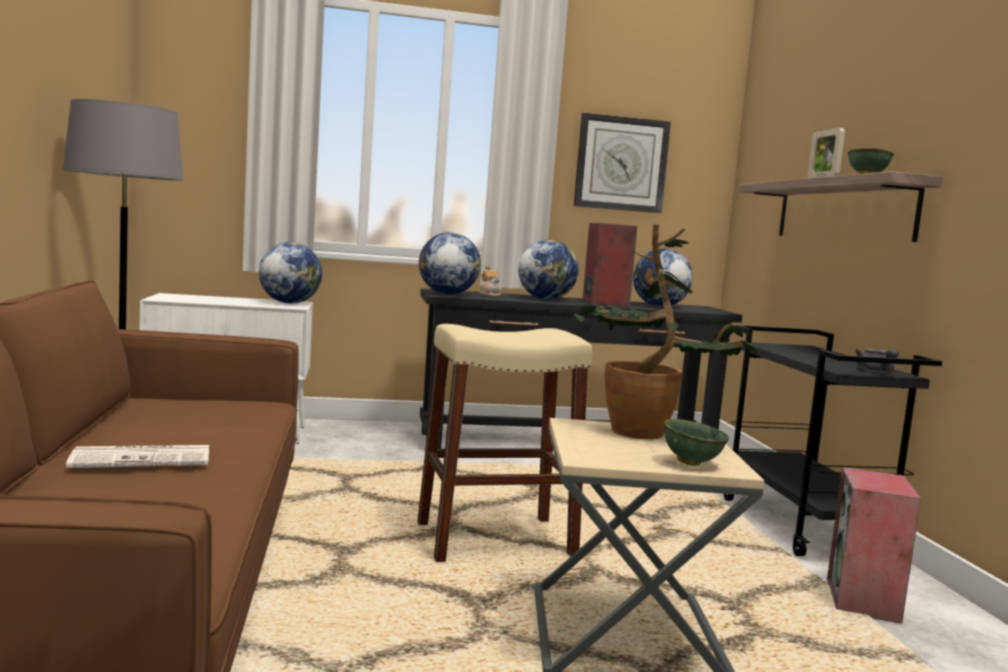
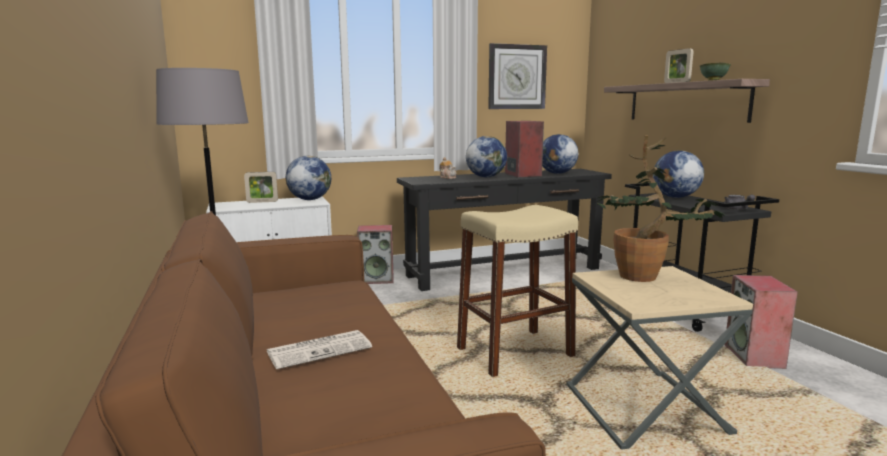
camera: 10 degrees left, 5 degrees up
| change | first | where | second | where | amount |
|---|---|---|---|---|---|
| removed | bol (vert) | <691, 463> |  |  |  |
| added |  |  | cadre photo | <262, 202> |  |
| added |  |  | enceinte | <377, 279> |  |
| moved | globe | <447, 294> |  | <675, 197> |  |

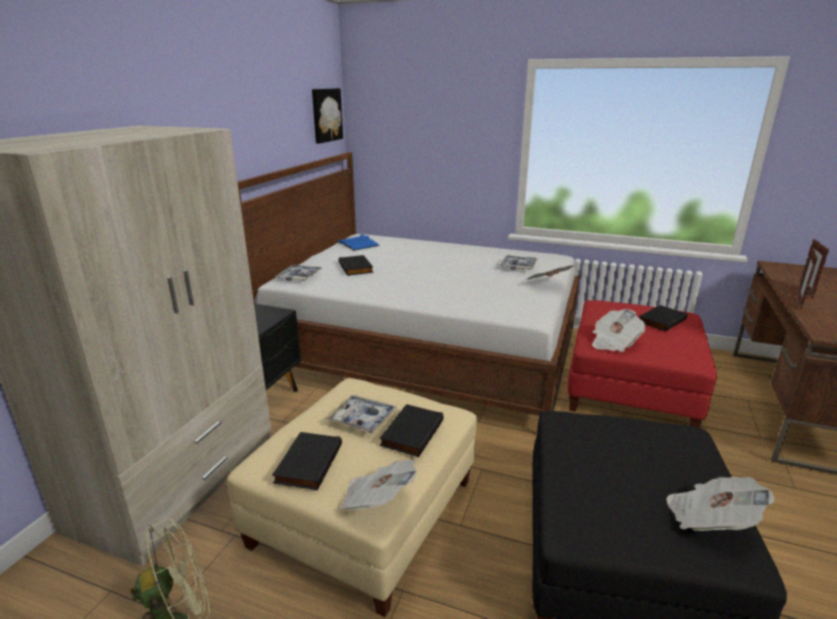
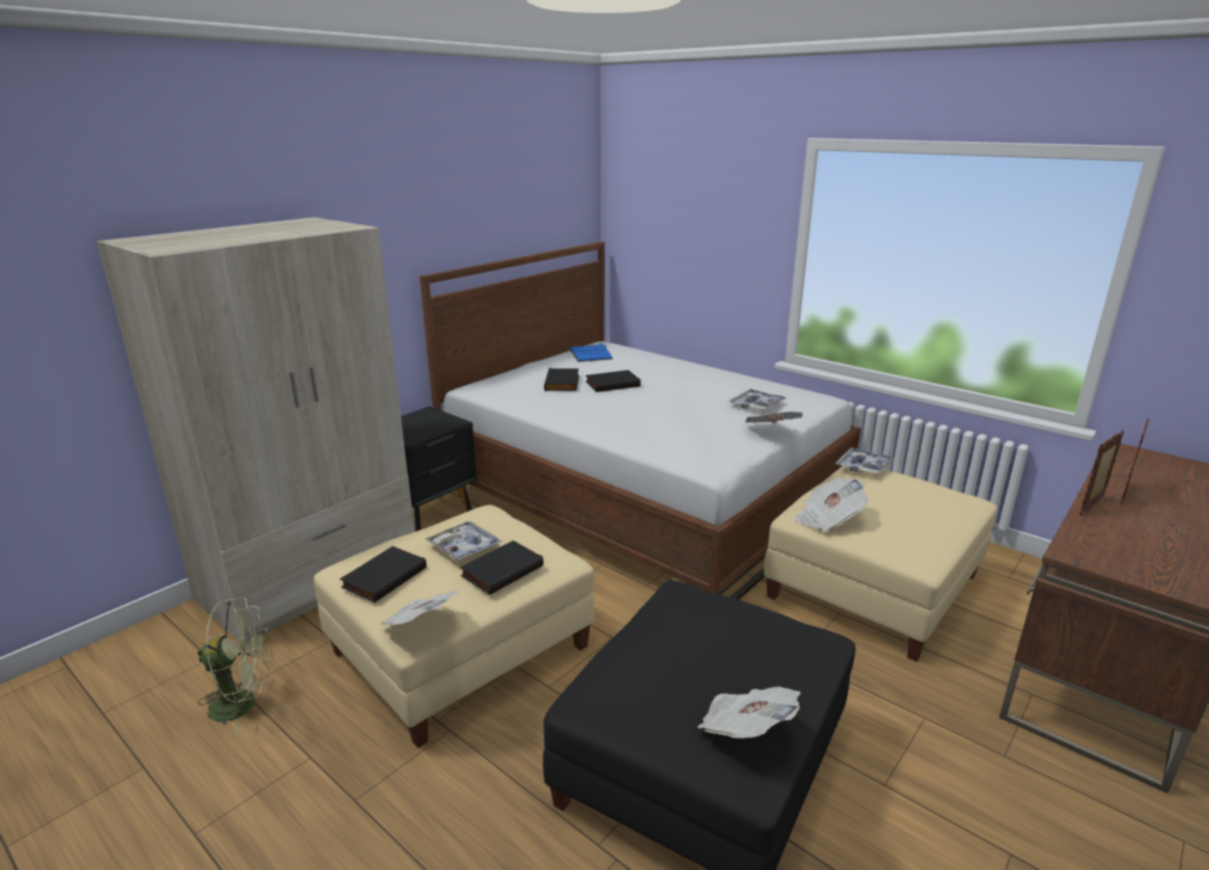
camera: 20 degrees right, 0 degrees up
| change | first | where | second | where | amount |
|---|---|---|---|---|---|
| removed | tableau | <325, 115> |  |  |  |
| moved | plateau | <299, 277> |  | <863, 467> |  |
| moved | livre (noir) | <661, 320> |  | <612, 383> |  |
| recoloured | pouf (rouge) | <630, 387> | pouf (beige) | <872, 585> |  |

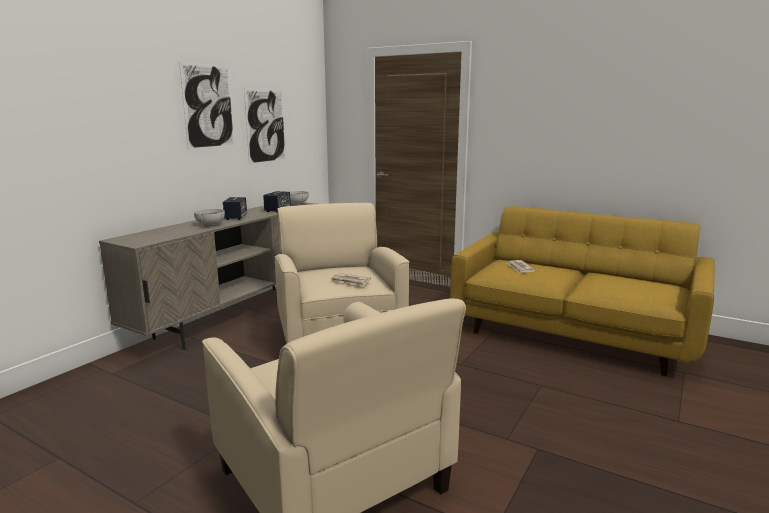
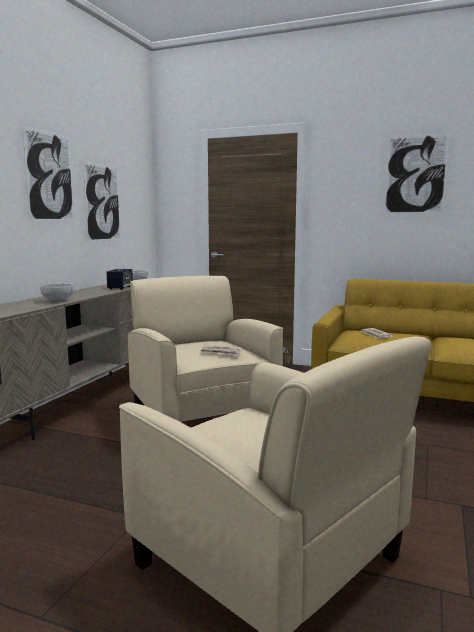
camera: 10 degrees left, 5 degrees down
| change | first | where | second | where | amount |
|---|---|---|---|---|---|
| removed | enceinte | <236, 217> |  |  |  |
| added |  |  | tableau | <415, 174> |  |

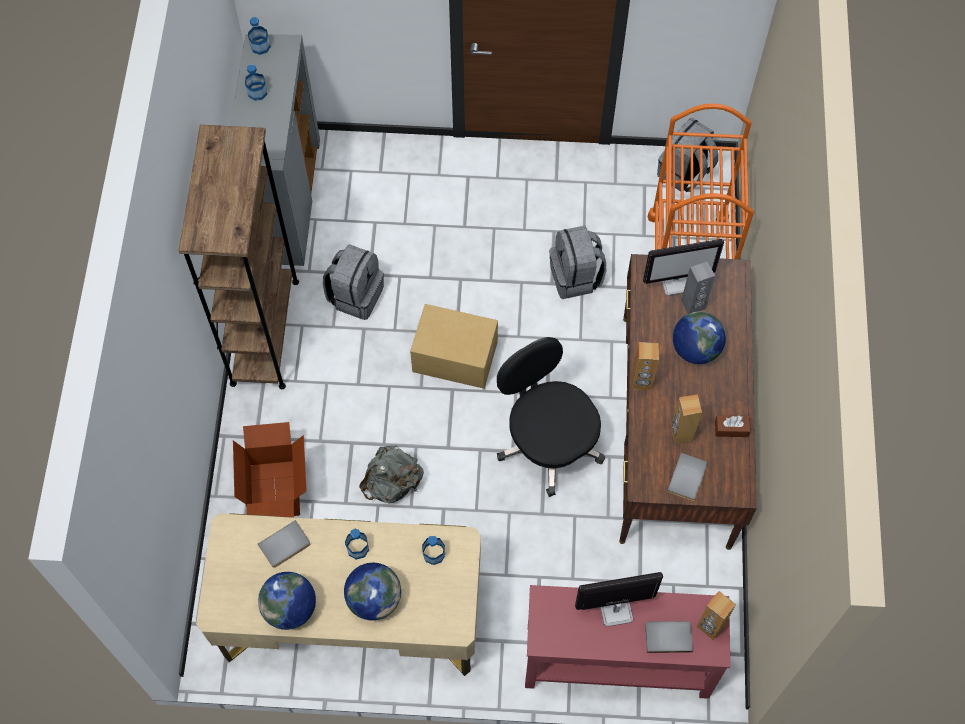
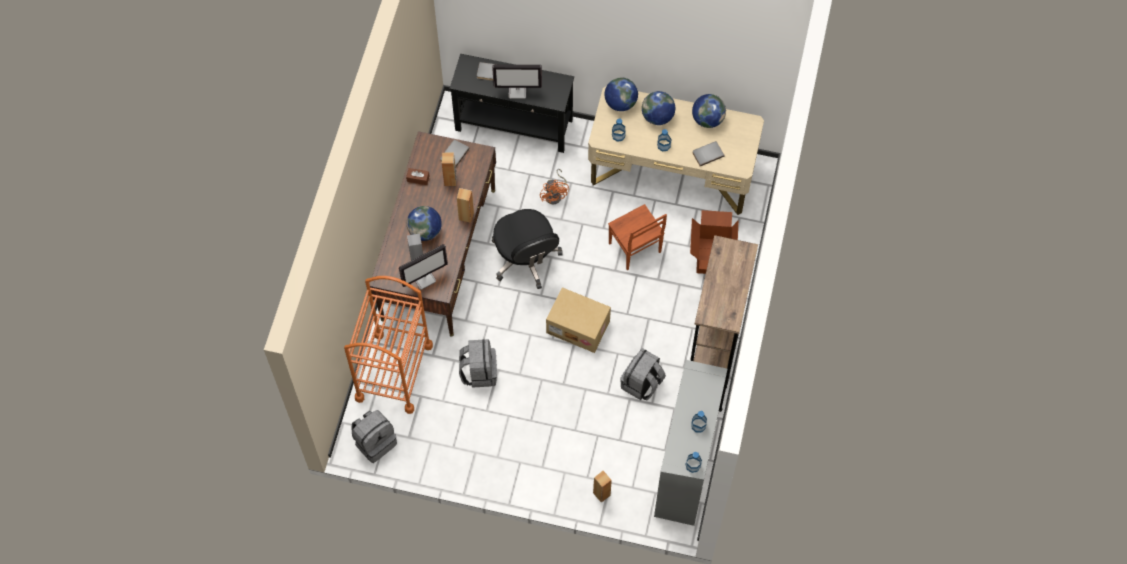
camera: 170 degrees left, 0 degrees up
| change | first | where | second | where | amount |
|---|---|---|---|---|---|
| added |  |  | ventilateur (orange) | <555, 194> |  |
| added |  |  | globe | <620, 103> |  |
| moved | enceinte (marron) | <710, 626> |  | <602, 494> |  |
| replaced | sac à dos (gris) | <392, 483> | chaise (marron) | <634, 248> |  |
| recoloured | table console (rouge) | <616, 660> | table console (noir) | <514, 125> |  |
| turned | écran d'ordinateur | <676, 282> |  | <424, 278> | 150 degrees clockwise |

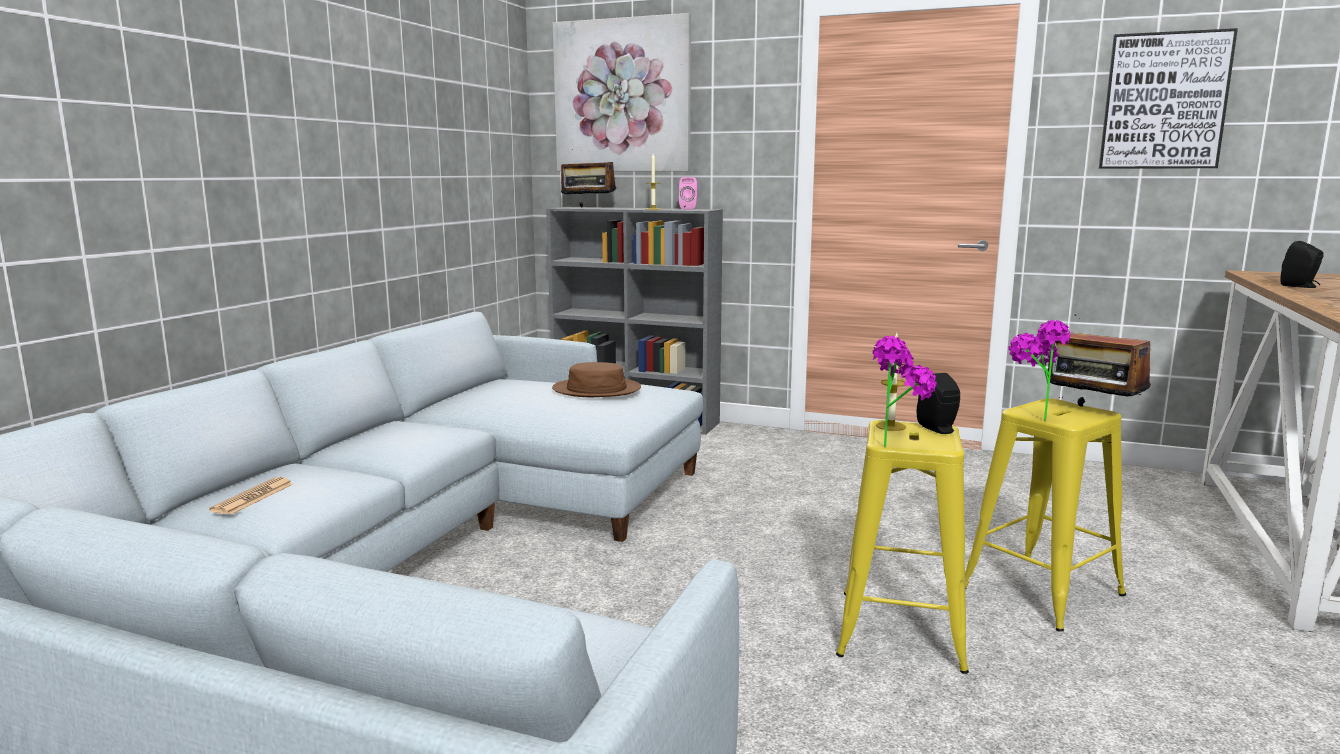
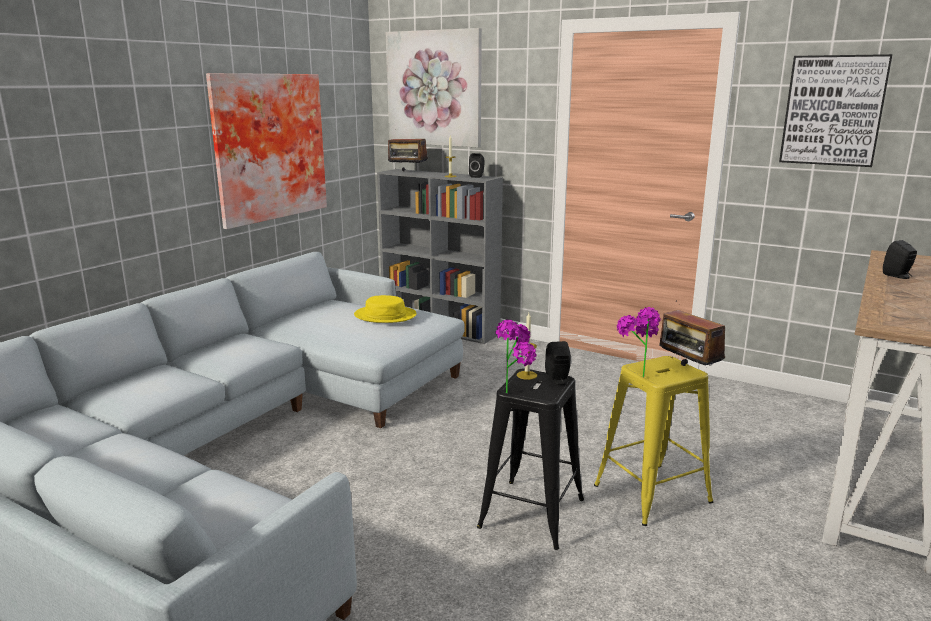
camera: 10 degrees right, 5 degrees up
| change | first | where | second | where | amount |
|---|---|---|---|---|---|
| removed | journal | <253, 497> |  |  |  |
| added |  |  | tableau | <267, 147> |  |
| recoloured | chapeau (marron) | <596, 389> | chapeau (jaune) | <385, 315> |  |
| recoloured | enceinte (rose) | <689, 209> | enceinte (noir) | <477, 176> |  |
| recoloured | tabouret (jaune) | <901, 630> | tabouret (noir) | <532, 513> |  |

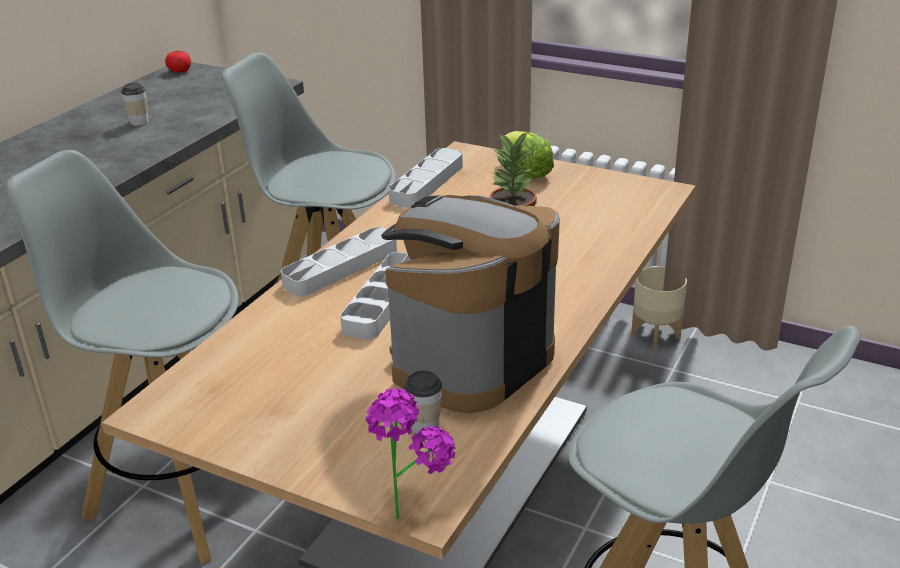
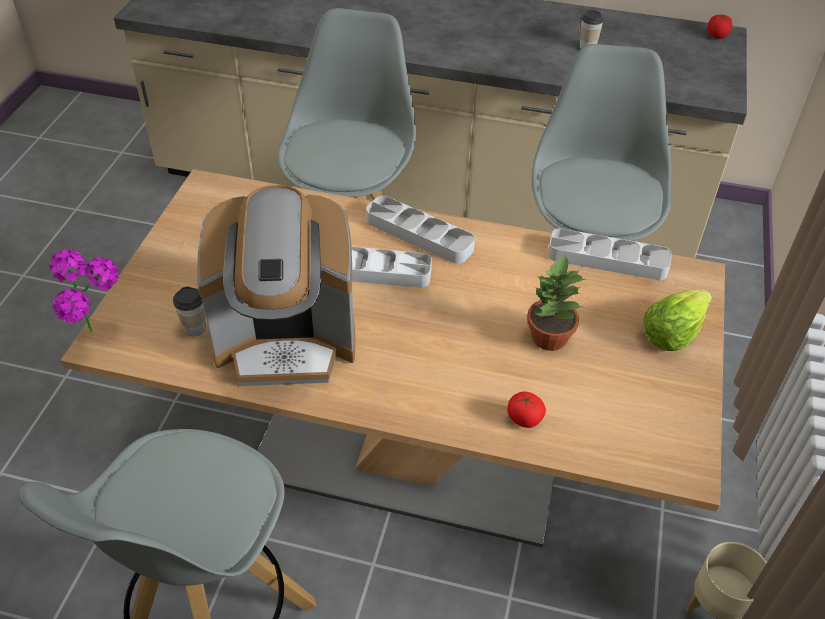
camera: 75 degrees right, 15 degrees up
| change | first | where | second | where | amount |
|---|---|---|---|---|---|
| added |  |  | tomate | <524, 419> |  |
| turned | machine à café | <470, 361> |  | <287, 341> | 150 degrees clockwise |

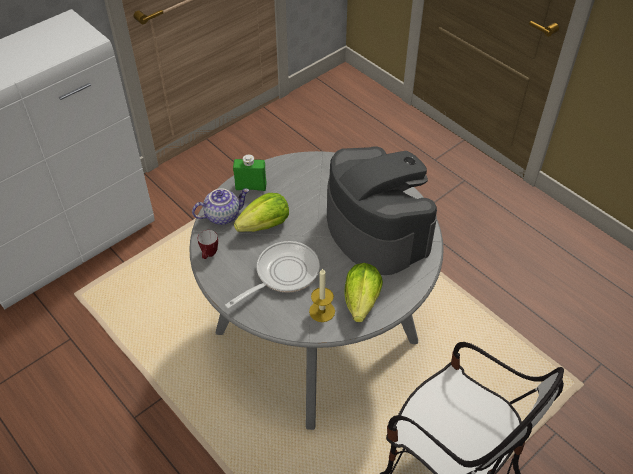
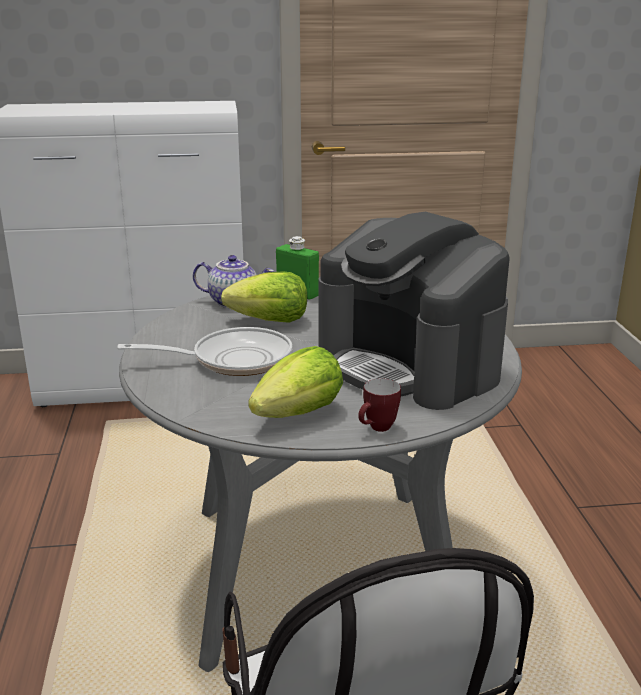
camera: 35 degrees right, 25 degrees down
| change | first | where | second | where | amount |
|---|---|---|---|---|---|
| removed | bougie | <322, 311> |  |  |  |
| moved | mug | <209, 255> |  | <377, 429> |  |
| turned | machine à café | <376, 230> |  | <409, 365> | 135 degrees clockwise |

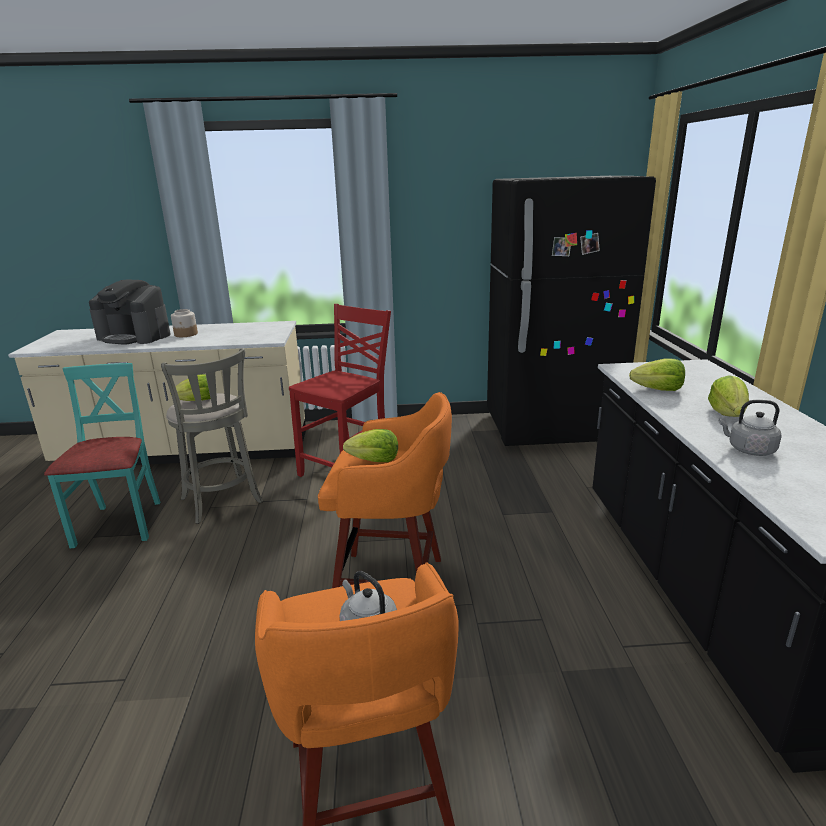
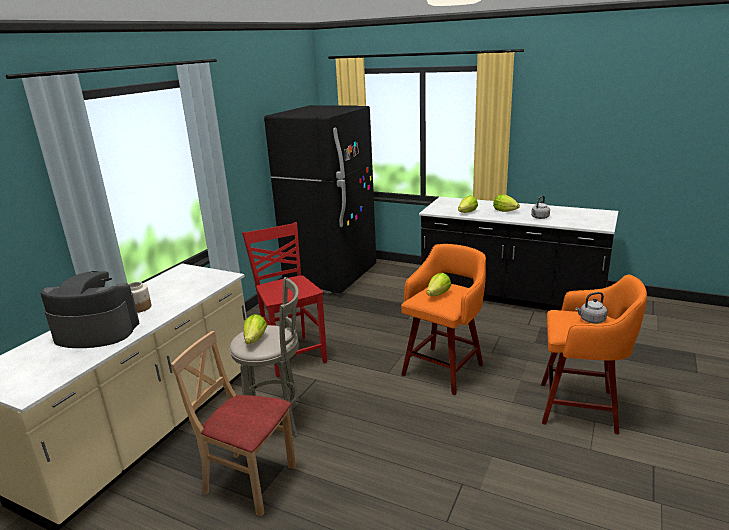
camera: 60 degrees left, 0 degrees up
| change | first | where | second | where | amount |
|---|---|---|---|---|---|
| recoloured | chaise (turquoise) | <120, 523> | chaise (beige) | <249, 481> |  |
| turned | machine à café | <135, 336> |  | <96, 332> | 135 degrees counterclockwise |

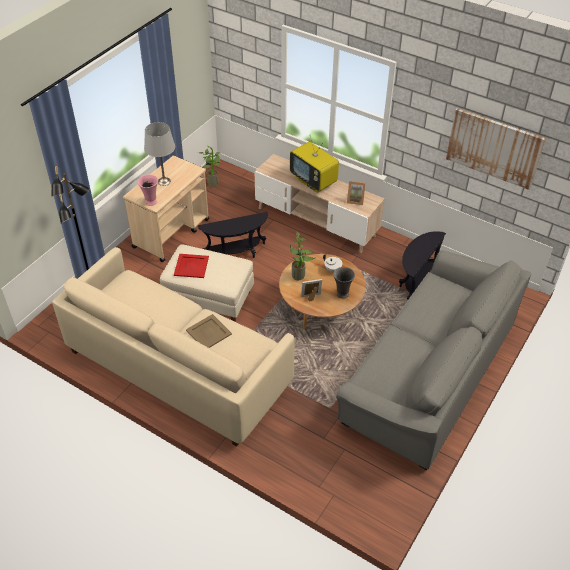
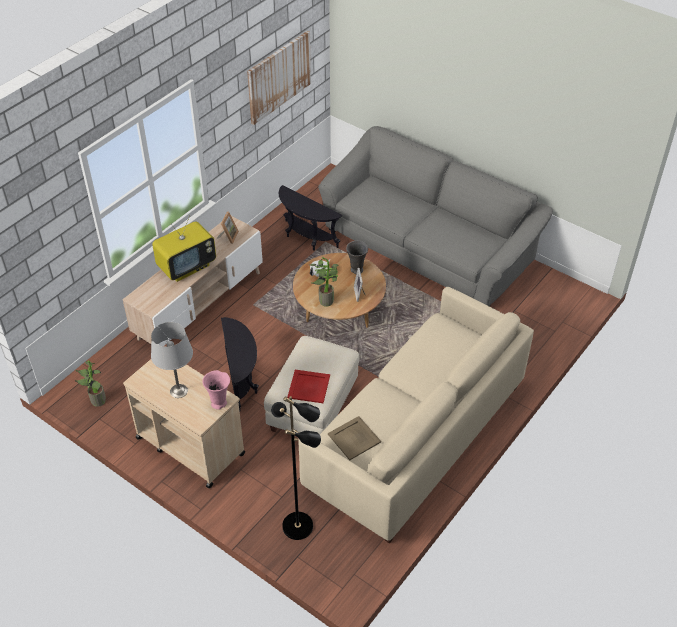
camera: 85 degrees left, 0 degrees up
| change | first | where | second | where | amount |
|---|---|---|---|---|---|
| moved | plateau (beige) | <208, 332> |  | <353, 438> |  |

